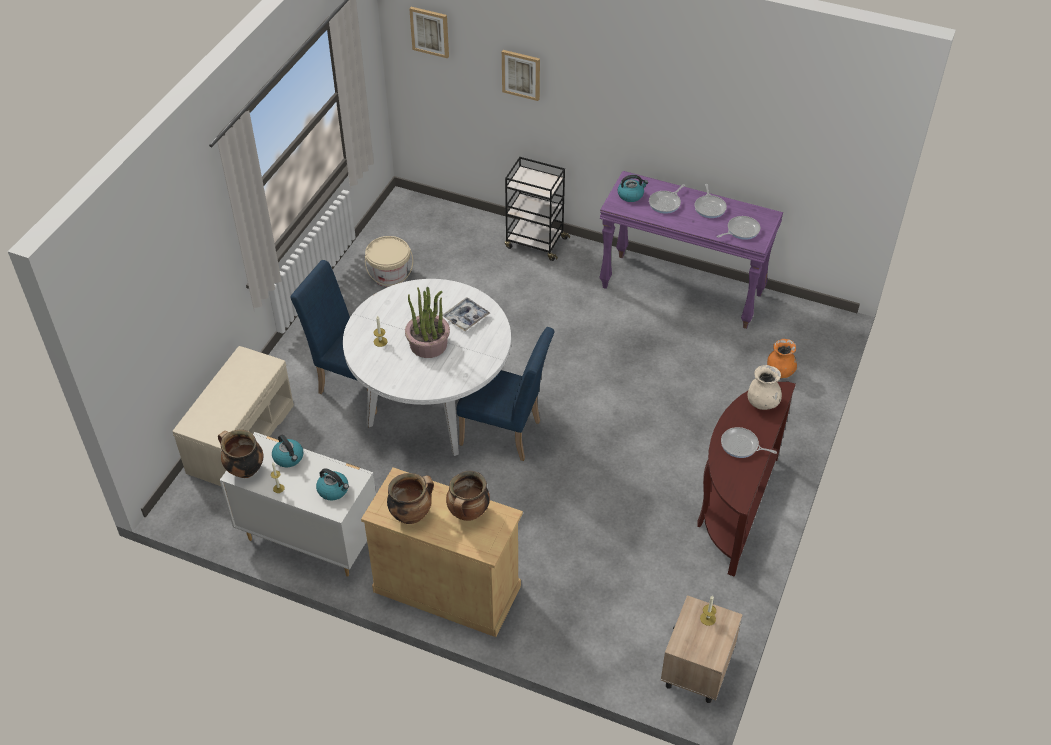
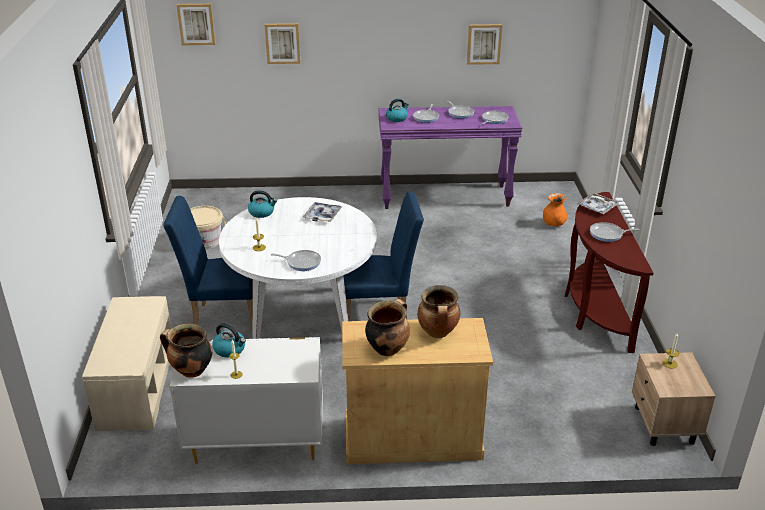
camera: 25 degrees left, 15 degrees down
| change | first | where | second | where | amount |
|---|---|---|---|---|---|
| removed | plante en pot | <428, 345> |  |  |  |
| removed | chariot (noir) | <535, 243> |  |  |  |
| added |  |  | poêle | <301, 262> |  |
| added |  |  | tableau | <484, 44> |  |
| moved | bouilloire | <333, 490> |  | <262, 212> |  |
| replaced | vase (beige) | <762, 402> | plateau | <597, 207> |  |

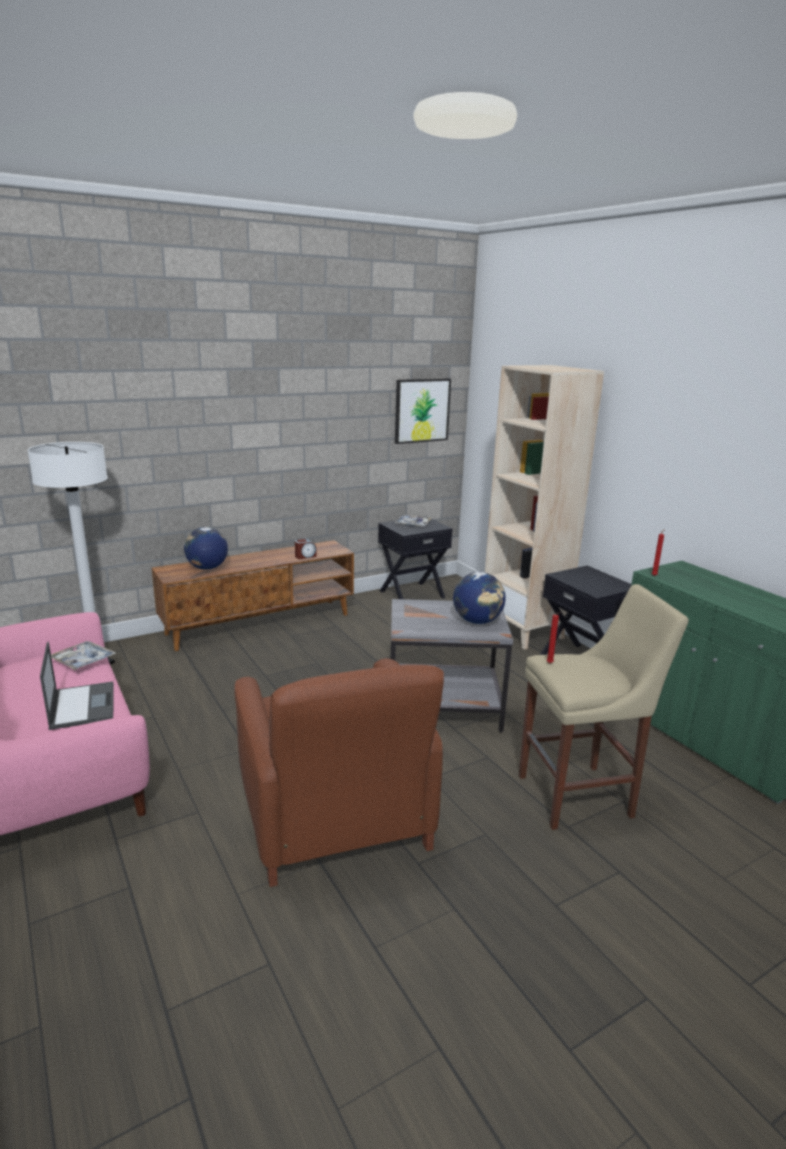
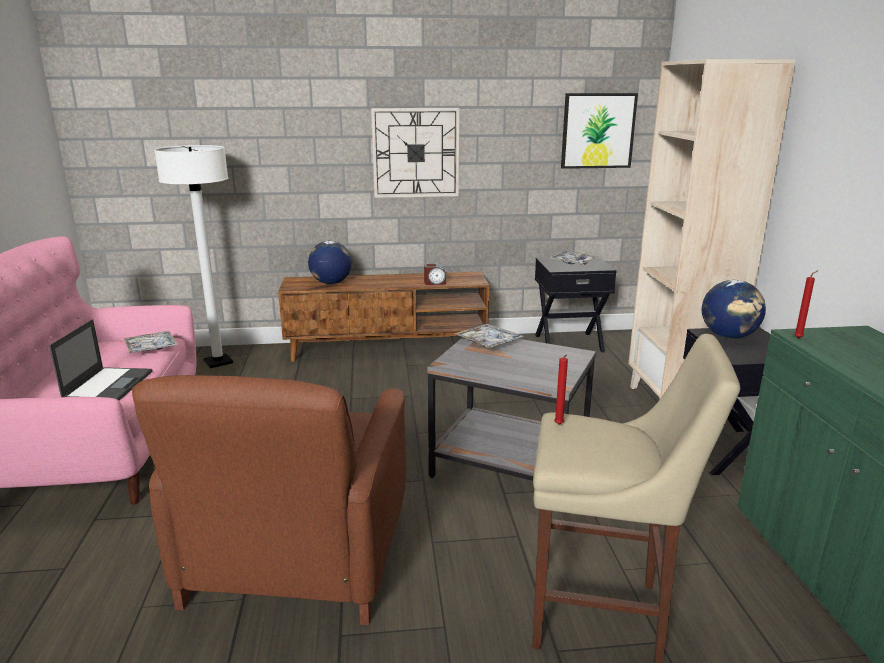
camera: 25 degrees right, 0 degrees up
| change | first | where | second | where | amount |
|---|---|---|---|---|---|
| added |  |  | horloge murale | <415, 153> |  |
| added |  |  | plateau | <488, 342> |  |
| moved | globe | <477, 621> |  | <728, 336> |  |

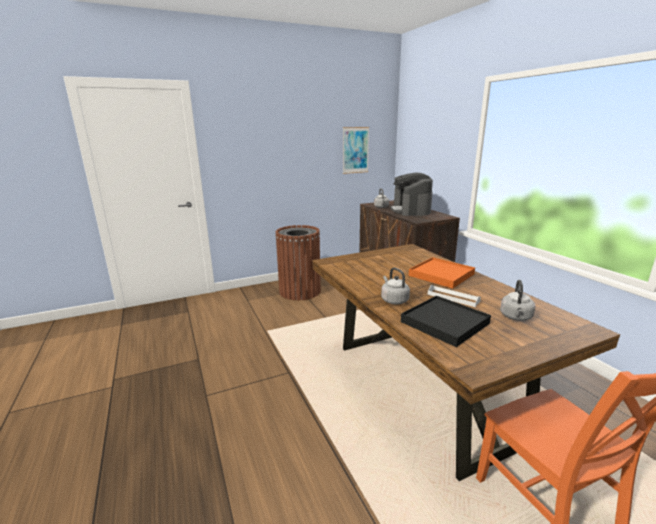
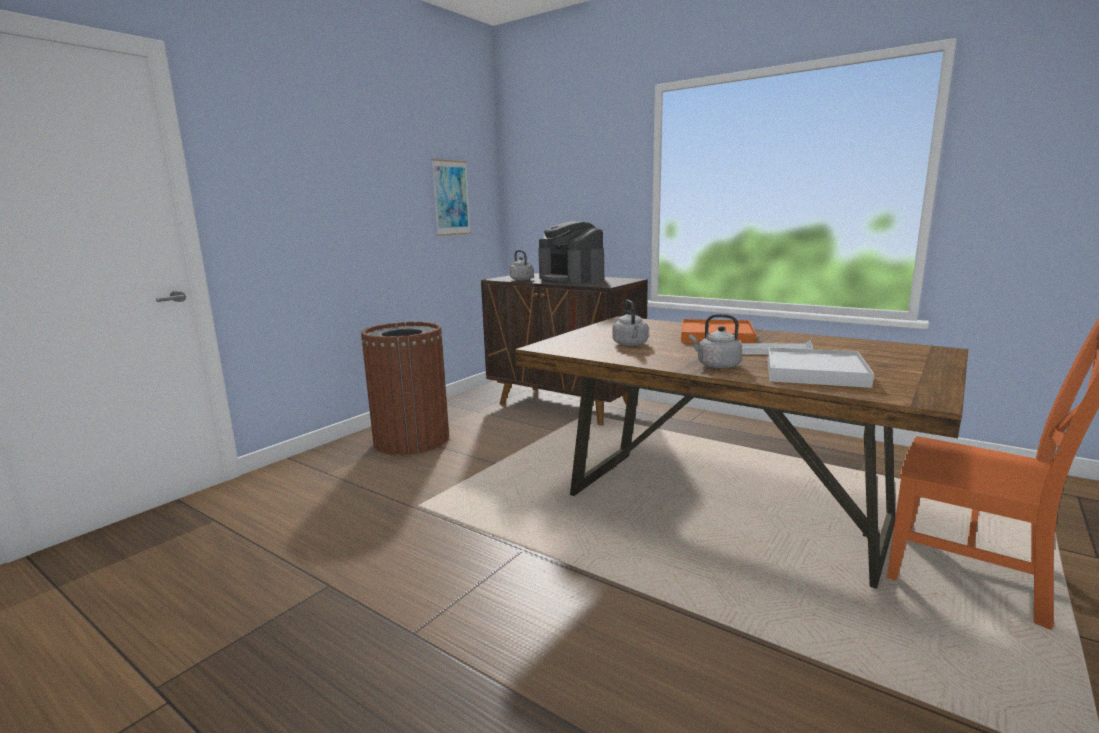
camera: 30 degrees left, 5 degrees down
| change | first | where | second | where | amount |
|---|---|---|---|---|---|
| moved | bouilloire (gris) | <515, 317> |  | <631, 344> |  |
| recoloured | plateau (noir) | <444, 323> | plateau (blanc) | <815, 372> |  |

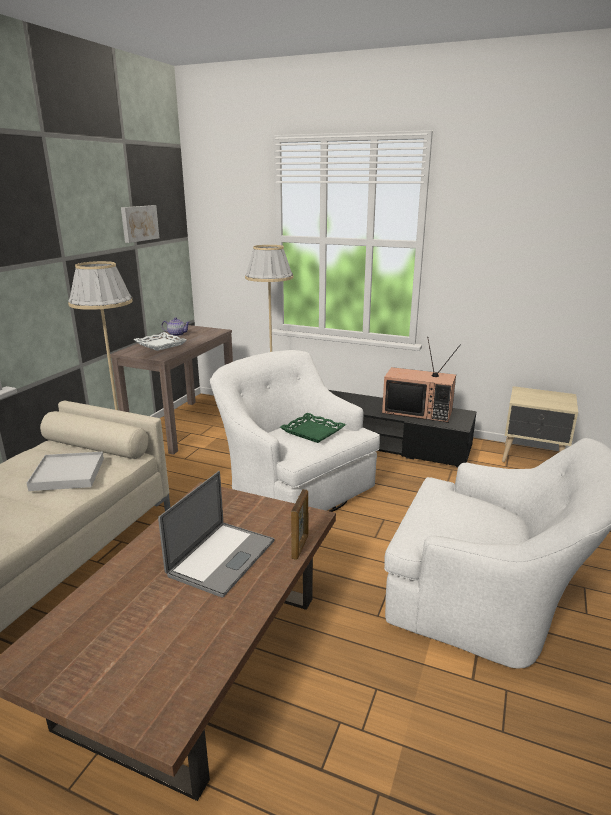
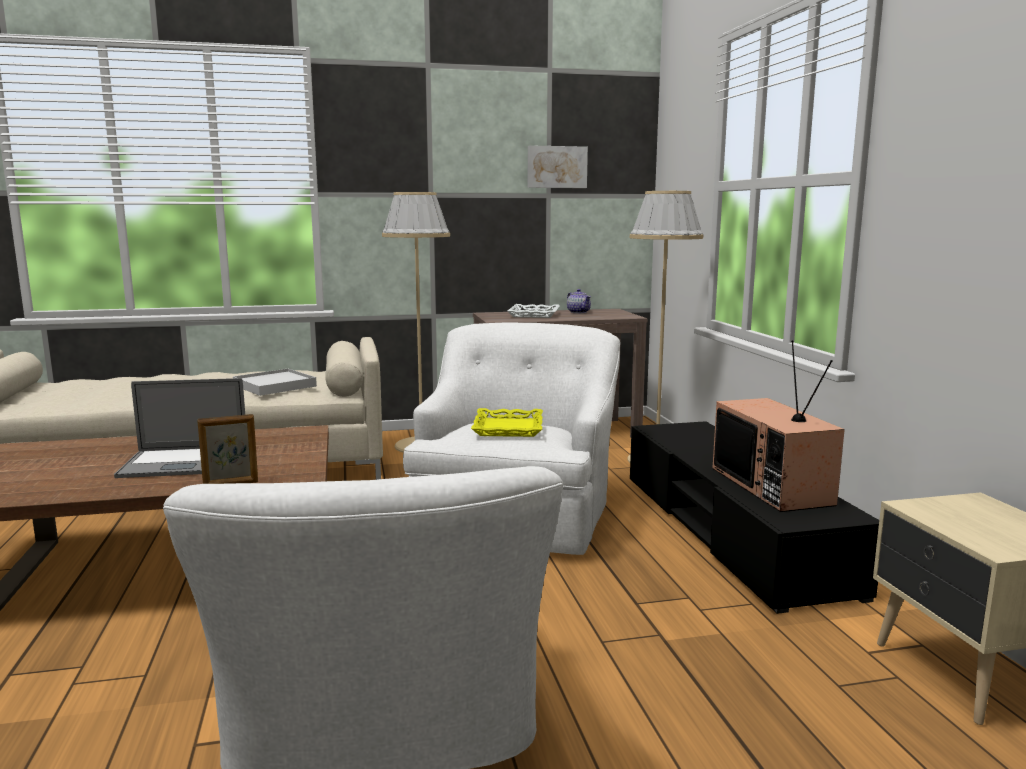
camera: 55 degrees right, 10 degrees down
| change | first | where | second | where | amount |
|---|---|---|---|---|---|
| recoloured | plateau (vert) | <313, 431> | plateau (jaune) | <509, 428> |  |

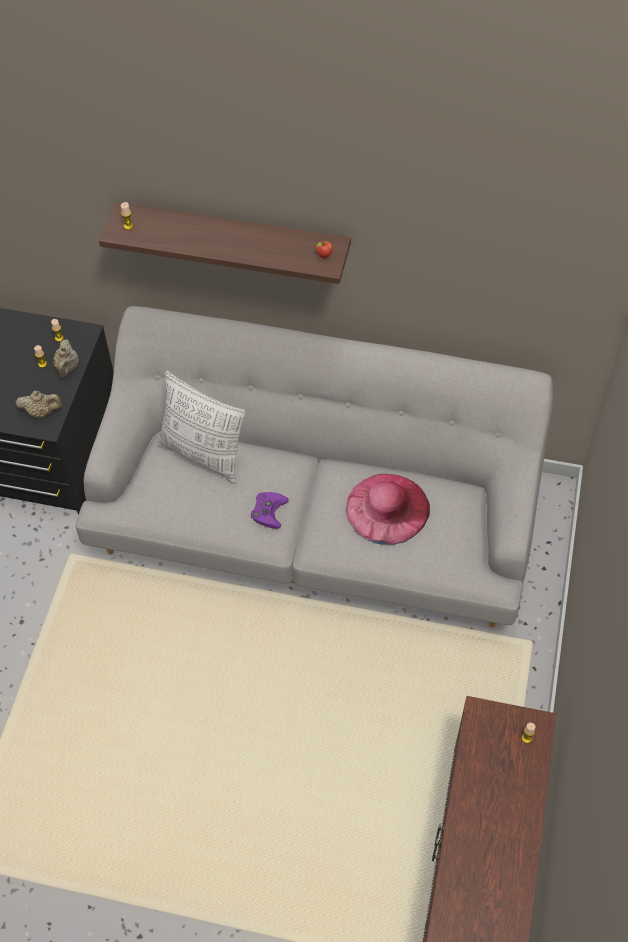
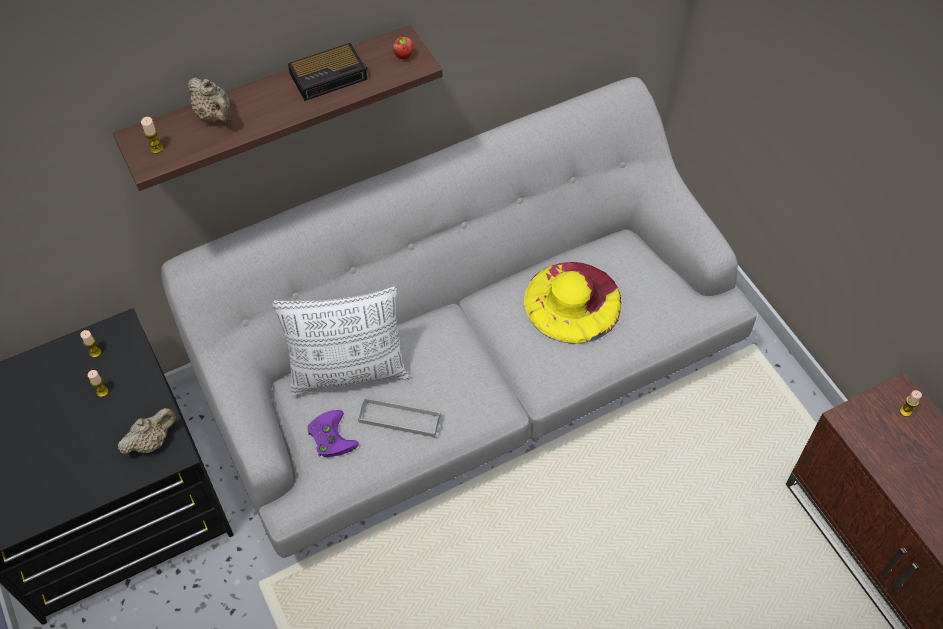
camera: 40 degrees left, 0 degrees up
| change | first | where | second | where | amount |
|---|---|---|---|---|---|
| added |  |  | réveil | <330, 76> |  |
| added |  |  | plateau (gris) | <399, 419> |  |
| moved | théière (beige) | <67, 368> |  | <215, 116> |  |
| moved | manette (violet) | <268, 510> |  | <329, 436> |  |
| recoloured | chapeau (rose) | <387, 508> | chapeau (jaune) | <572, 301> |  |

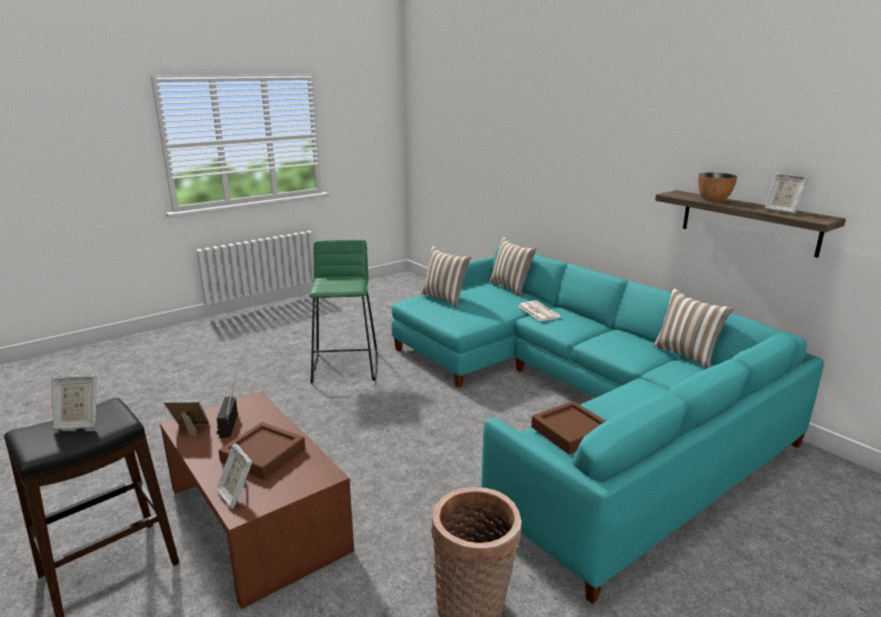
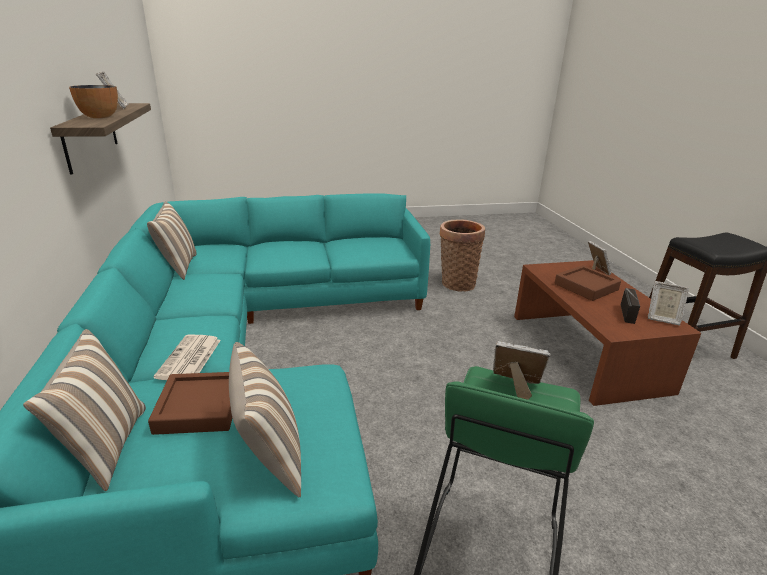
camera: 155 degrees left, 5 degrees up
| change | first | where | second | where | amount |
|---|---|---|---|---|---|
| moved | cadre photo | <78, 423> |  | <515, 387> |  |
| moved | plateau (marron) | <570, 432> |  | <199, 408> |  |

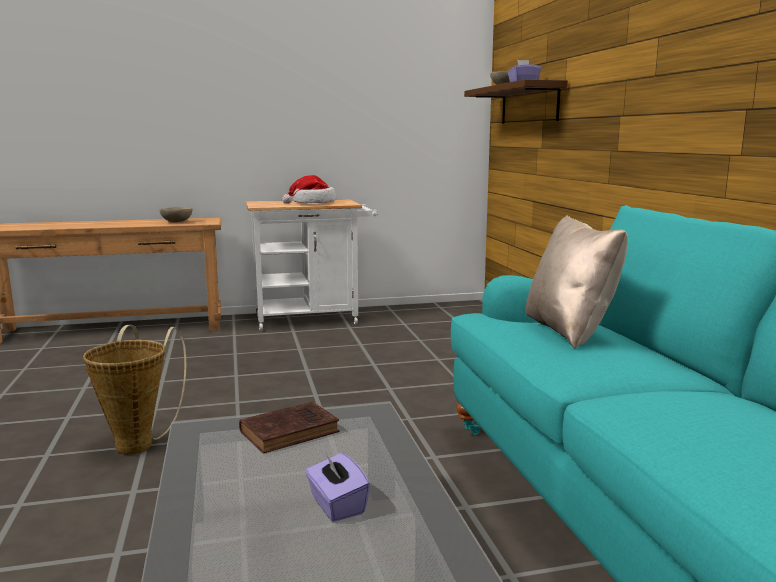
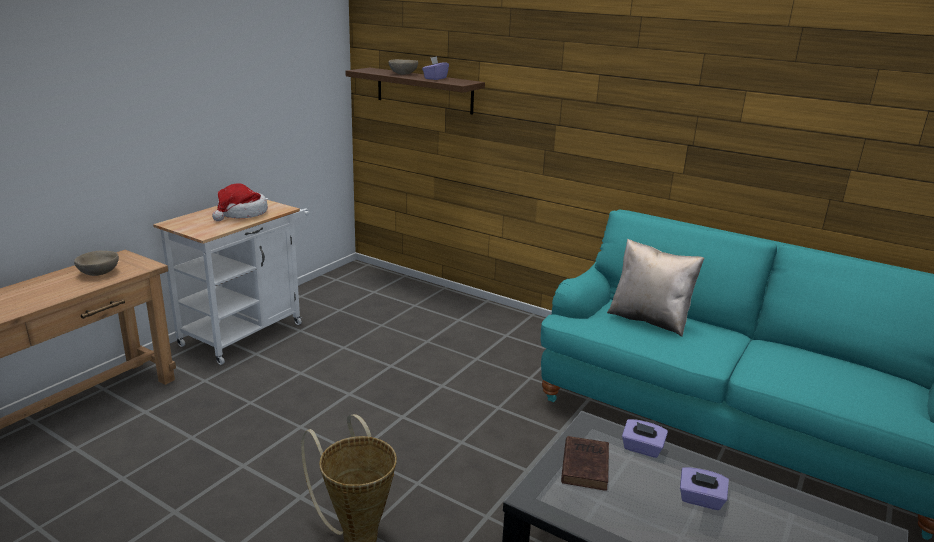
camera: 45 degrees left, 10 degrees up
| change | first | where | second | where | amount |
|---|---|---|---|---|---|
| added |  |  | boîte à mouchoirs (violet) | <642, 448> |  |

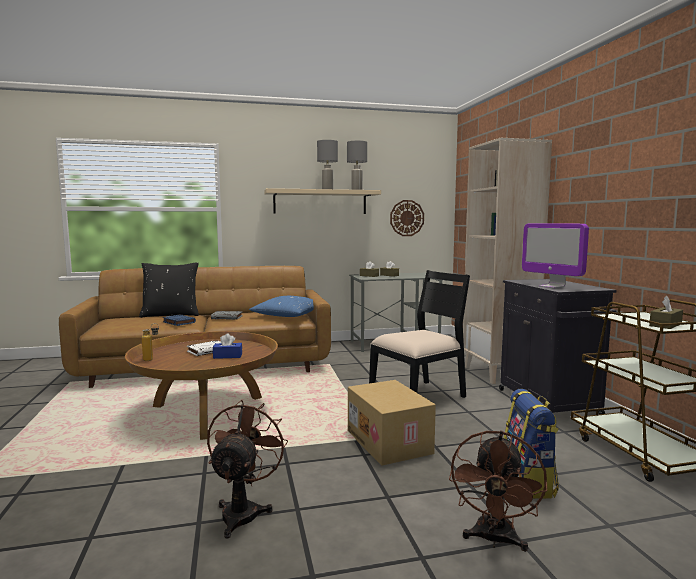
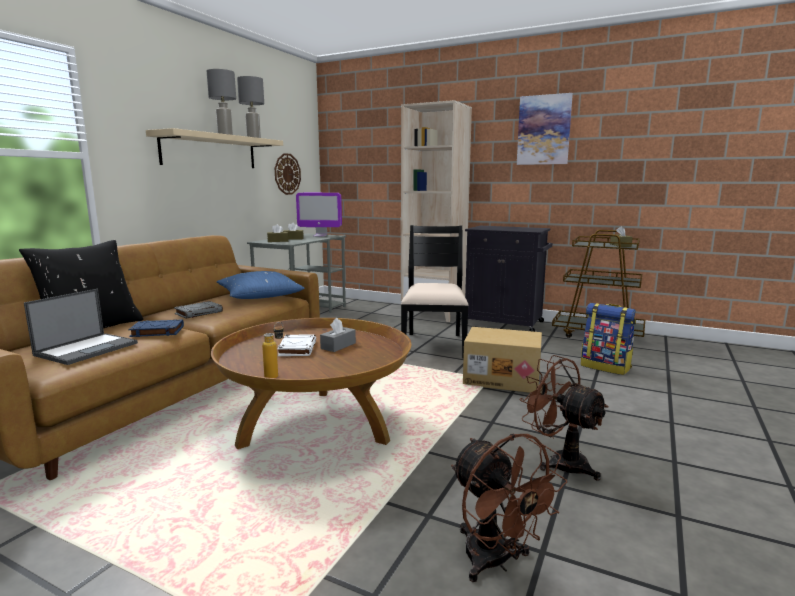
camera: 50 degrees left, 5 degrees up
| change | first | where | second | where | amount |
|---|---|---|---|---|---|
| added |  |  | ordinateur portable | <87, 349> |  |
| added |  |  | tableau | <544, 130> |  |
| moved | ventilateur (marron) | <494, 540> |  | <496, 562> |  |
| moved | écran d'ordinateur | <552, 286> |  | <320, 236> |  |
| recoloured | boîte à mouchoirs (bleu) | <227, 356> | boîte à mouchoirs (gris) | <338, 346> |  |

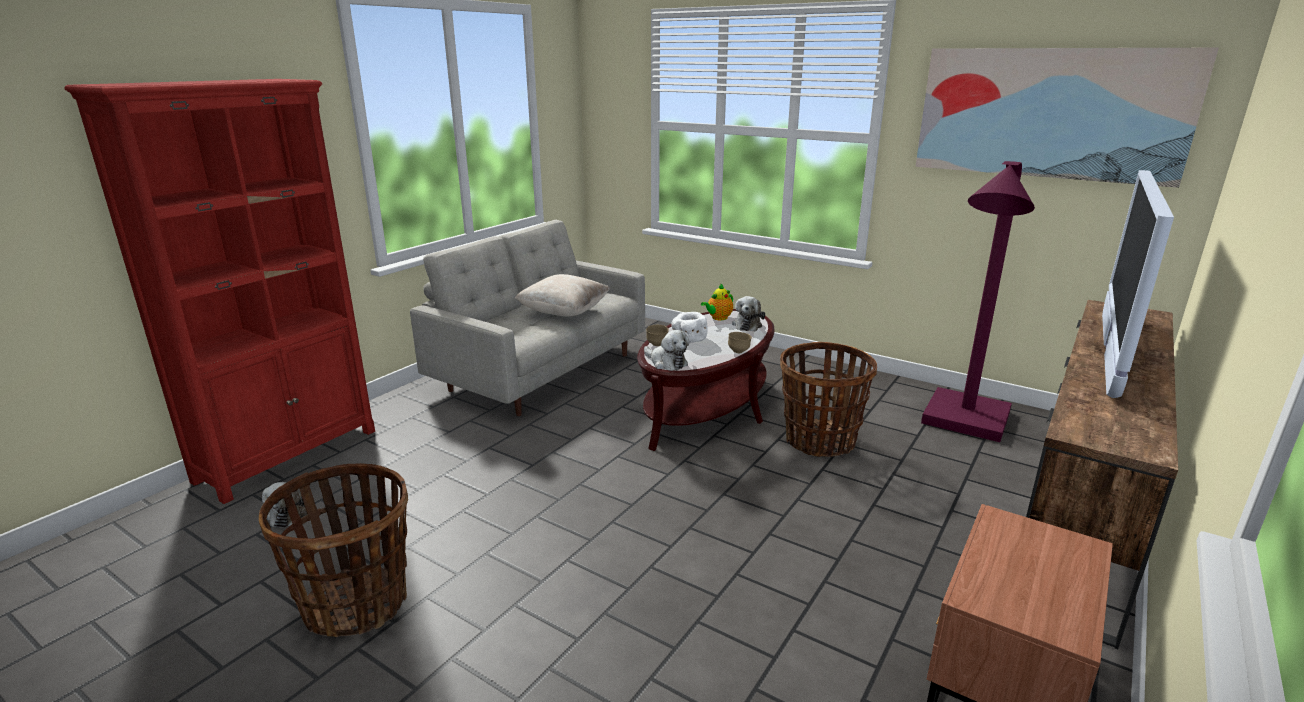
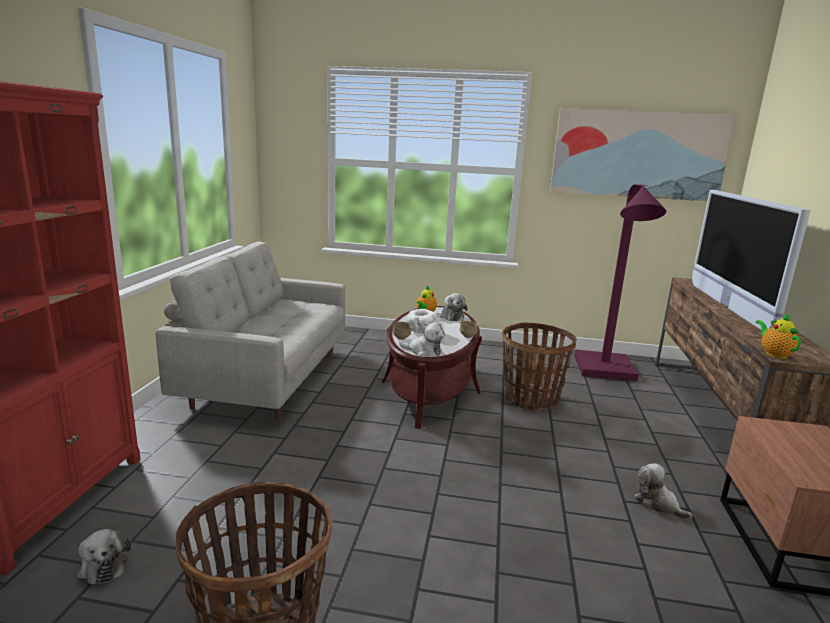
camera: 25 degrees left, 5 degrees down
| change | first | where | second | where | amount |
|---|---|---|---|---|---|
| removed | coussin (beige) | <564, 313> |  |  |  |
| added |  |  | peluche | <657, 504> |  |
| added |  |  | théière | <774, 354> |  |

